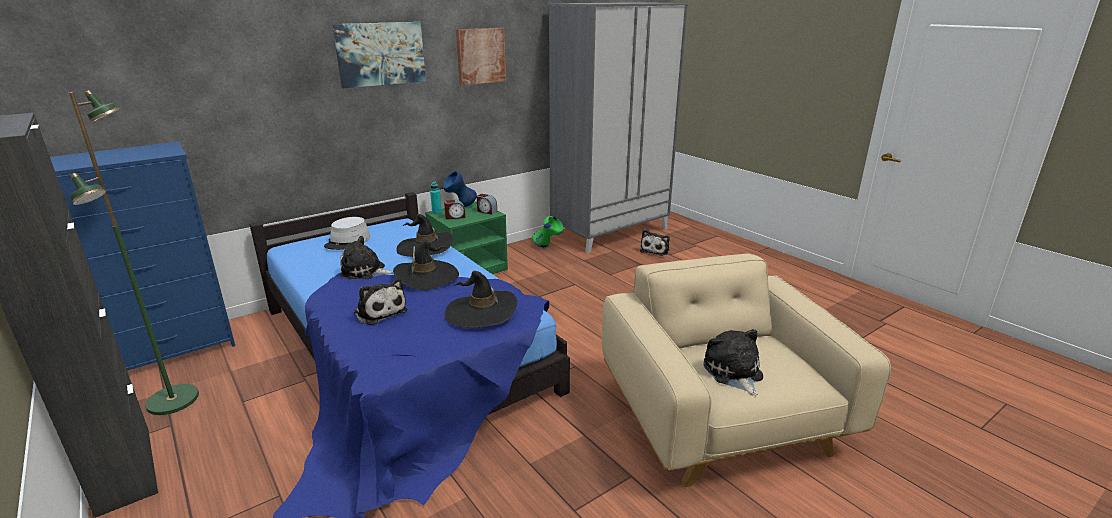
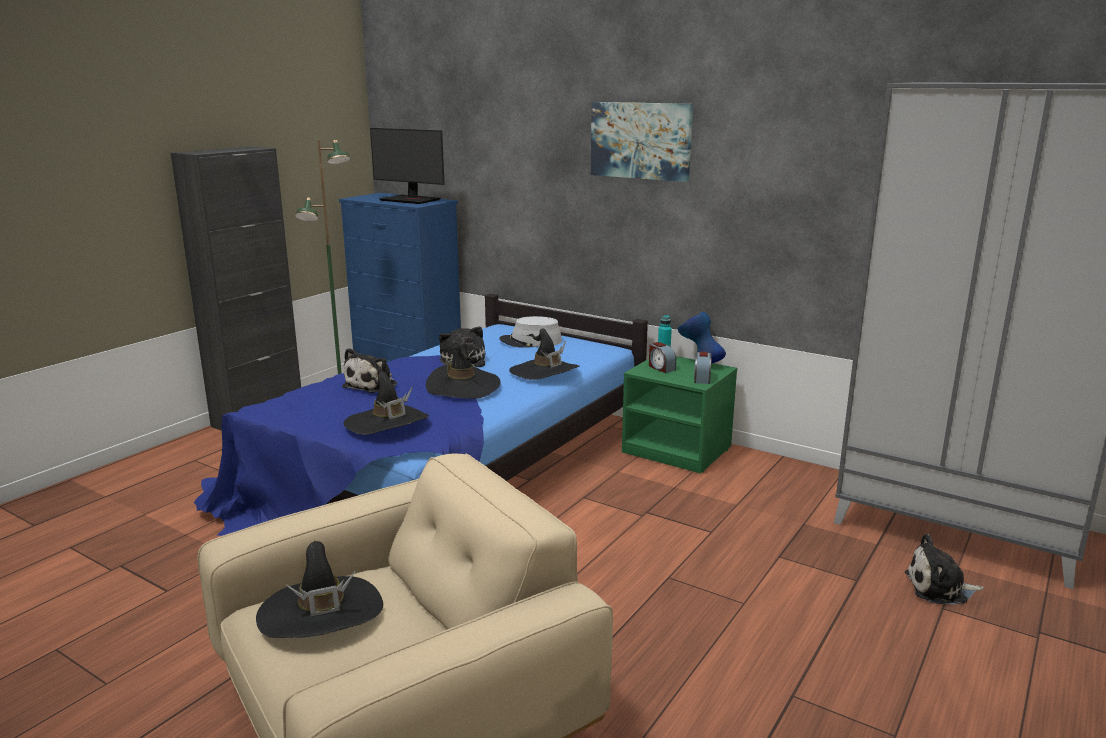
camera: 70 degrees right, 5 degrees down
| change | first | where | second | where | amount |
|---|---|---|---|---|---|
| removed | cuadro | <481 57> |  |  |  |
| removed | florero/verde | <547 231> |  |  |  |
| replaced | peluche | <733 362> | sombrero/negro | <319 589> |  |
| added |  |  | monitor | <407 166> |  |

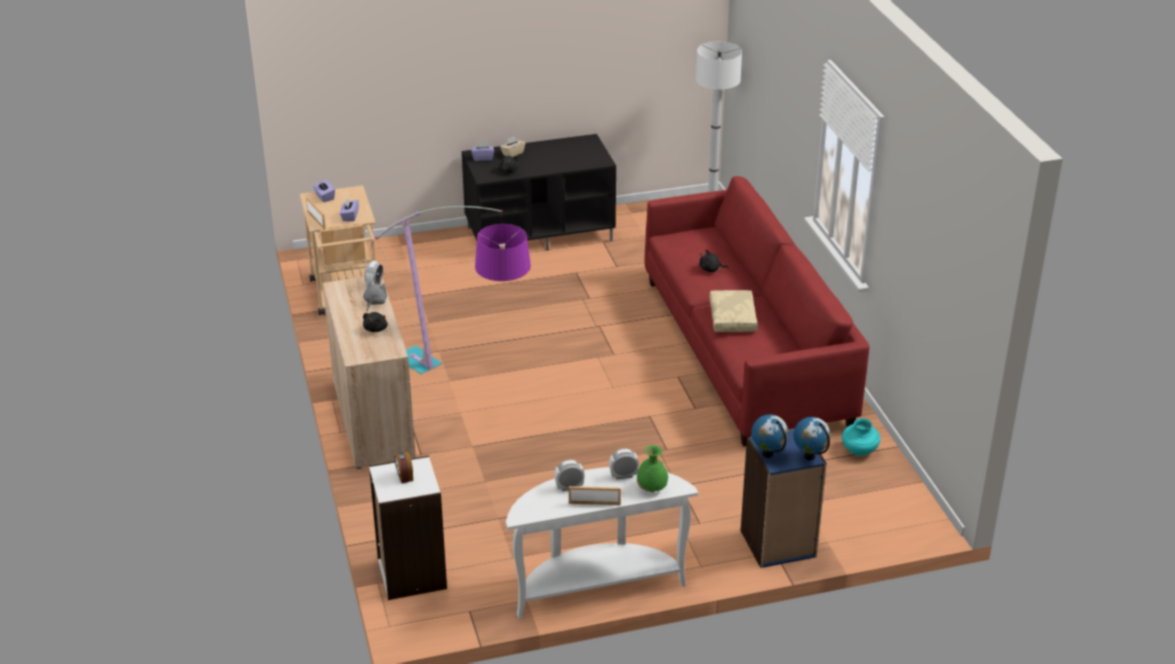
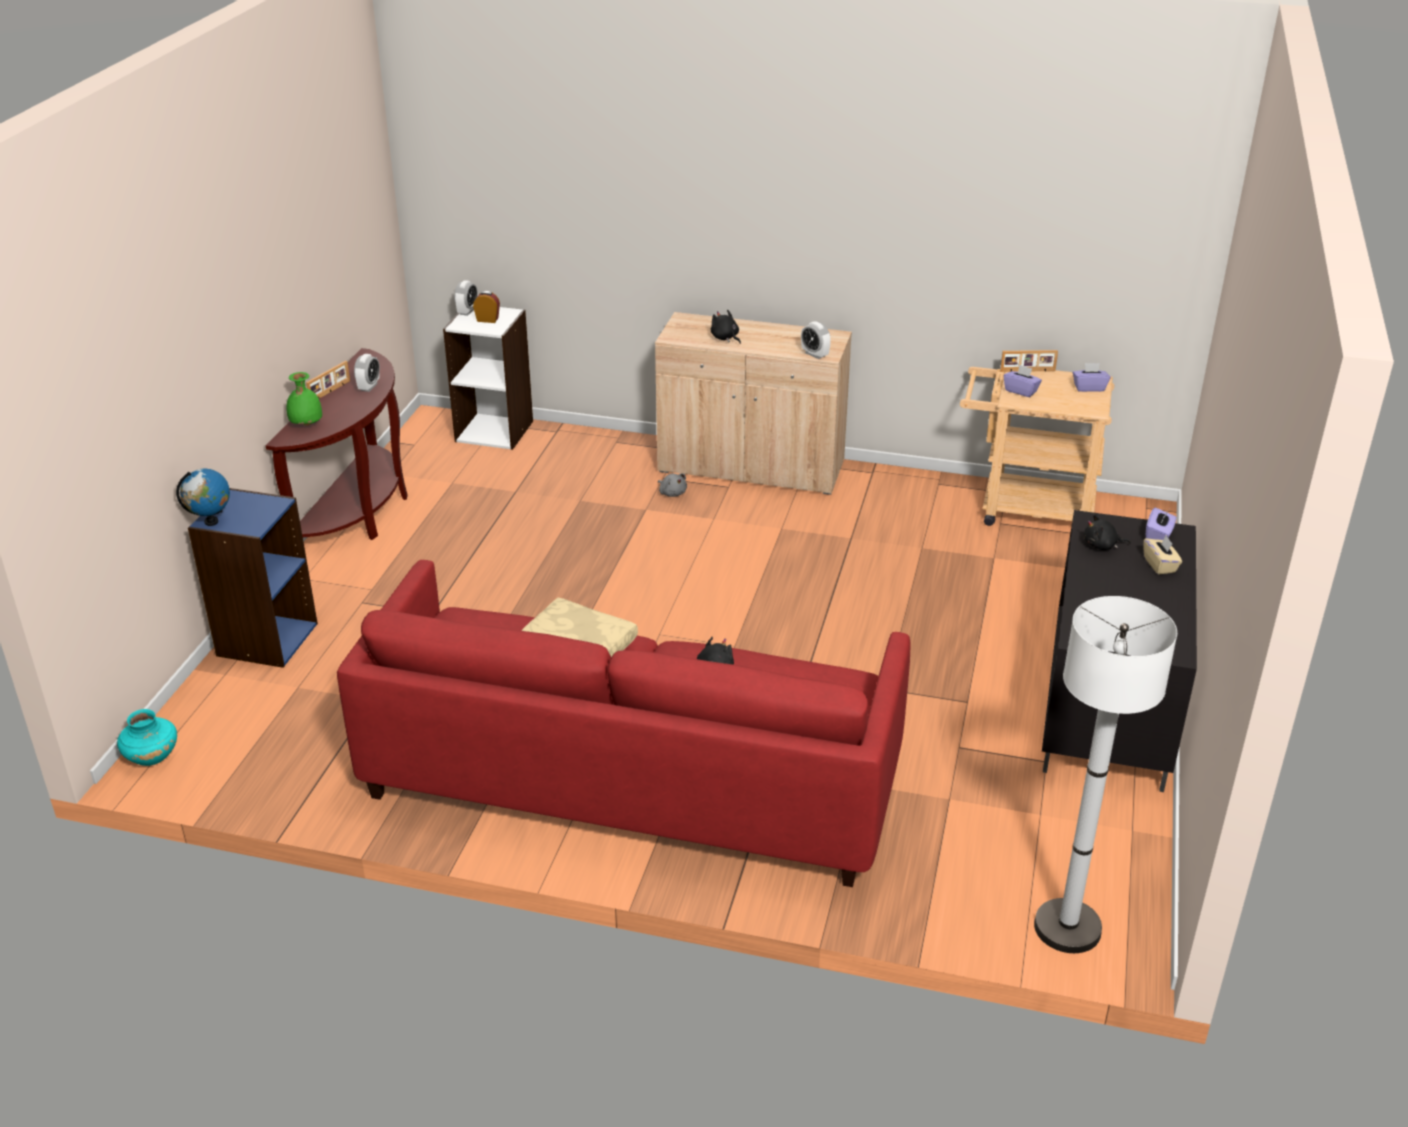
camera: 120 degrees right, 0 degrees up
| change | first | where | second | where | amount |
|---|---|---|---|---|---|
| moved | peluche/gris | <375 295> |  | <672 485> |  |
| removed | lámpara de pie | <453 290> |  |  |  |
| recoloured | mesa consola/blanco | <602 543> | mesa consola/marrón | <337 444> |  |
| moved | despertador | <624 463> |  | <466 298> |  |
| removed | globo terráqueo | <769 436> |  |  |  |
| moved | florero/turquesa | <861 437> |  | <147 737> |  |

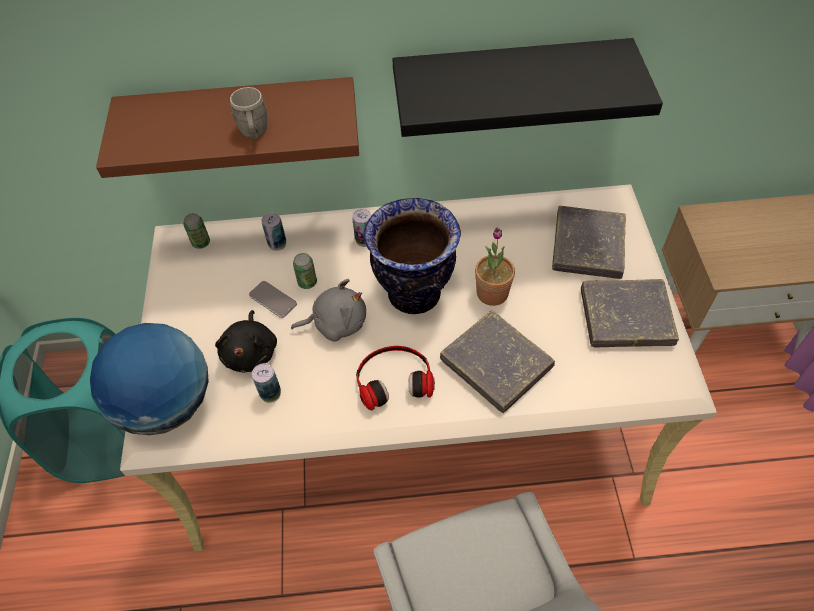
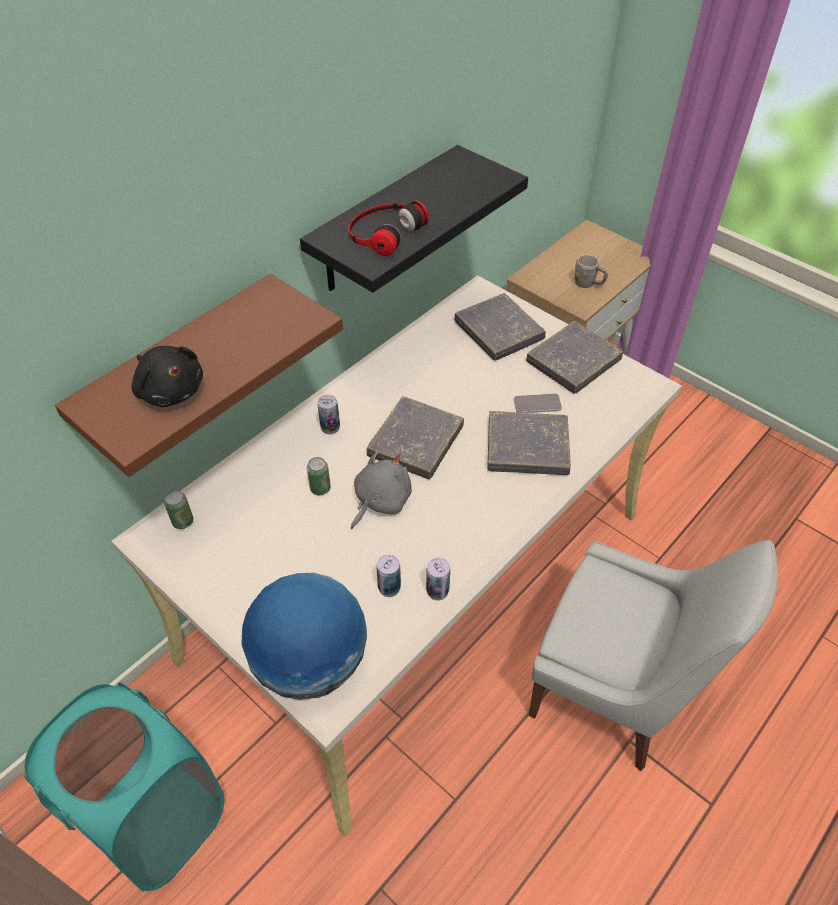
camera: 45 degrees left, 5 degrees down
| change | first | where | second | where | amount |
|---|---|---|---|---|---|
| moved | peluche/negro | <246 341> |  | <167 376> |  |
| moved | taza grande/gris | <248 113> |  | <591 271> |  |
| moved | móvil | <273 299> |  | <538 403> |  |
| moved | lata | <274 232> |  | <438 579> |  |
| moved | auriculares | <395 378> |  | <388 228> |  |
| replaced | florero | <412 256> | libro/gris | <415 437> |  |
| removed | planta en maceta | <495 266> |  |  |  |

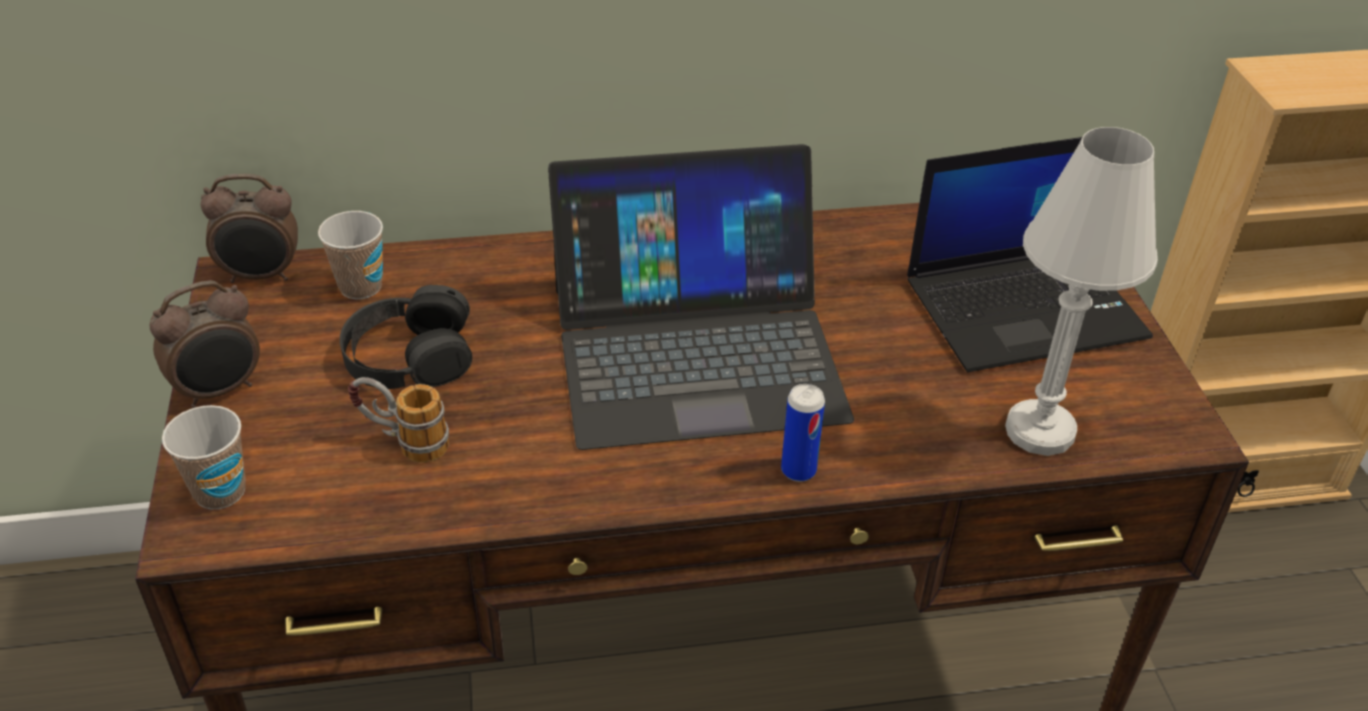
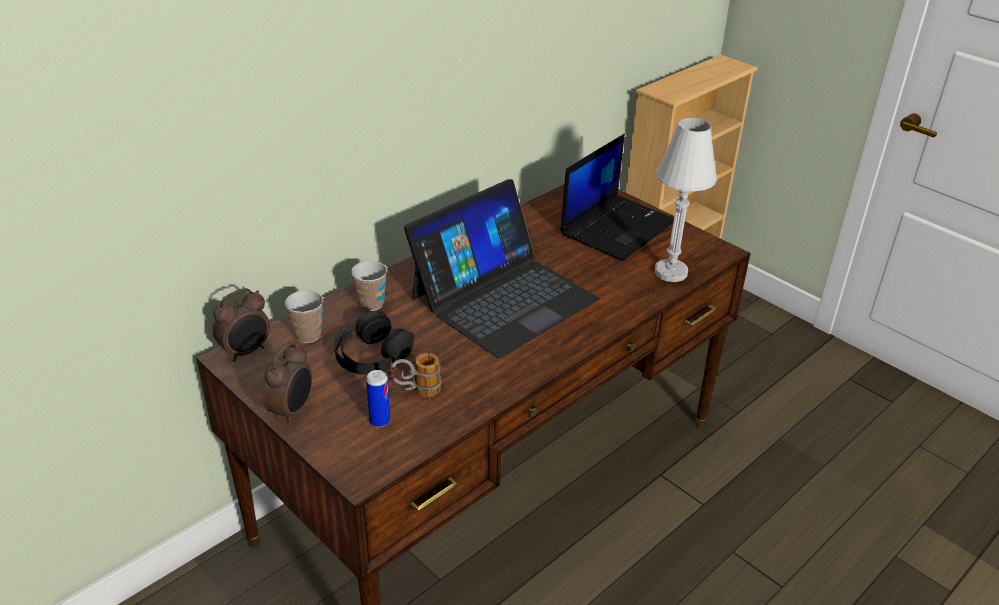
camera: 35 degrees left, 5 degrees down
| change | first | where | second | where | amount |
|---|---|---|---|---|---|
| moved | taza | <204 457> |  | <369 286> |  |
| moved | lata | <803 433> |  | <378 399> |  |

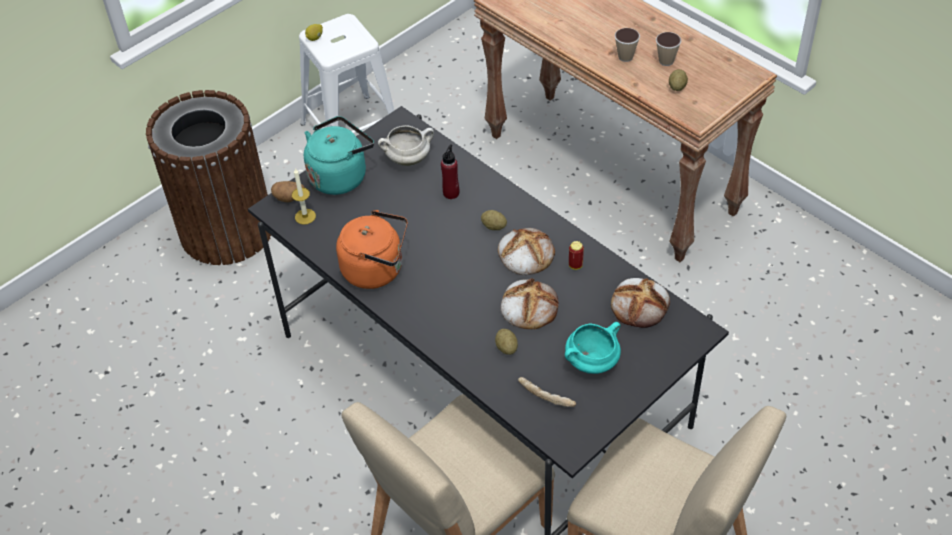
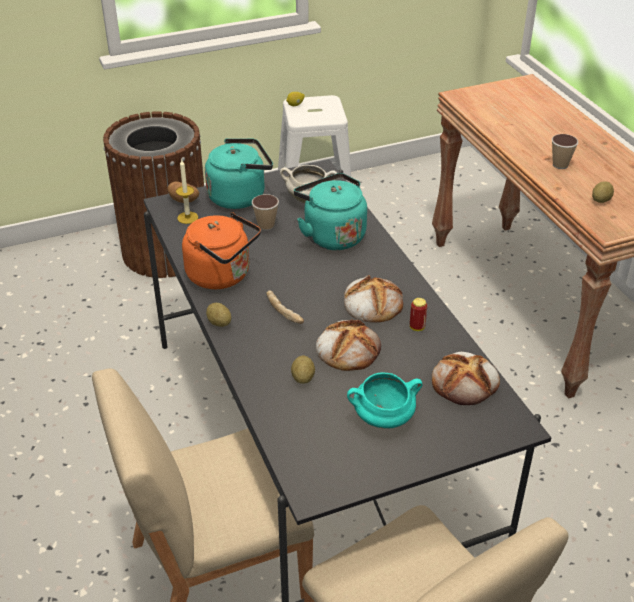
camera: 20 degrees right, 10 degrees down
| change | first | where | second | where | amount |
|---|---|---|---|---|---|
| replaced | botella/rojo | <450 171> | hervidor/turquesa | <330 211> |  |
| moved | patata | <494 220> |  | <218 315> |  |
| moved | pan | <547 392> |  | <285 307> |  |
| moved | taza | <668 49> |  | <265 212> |  |

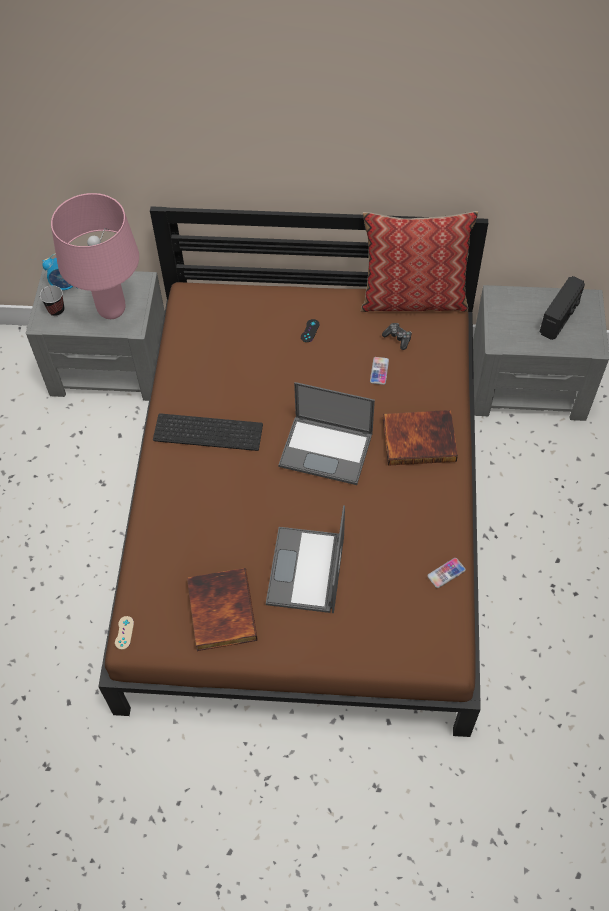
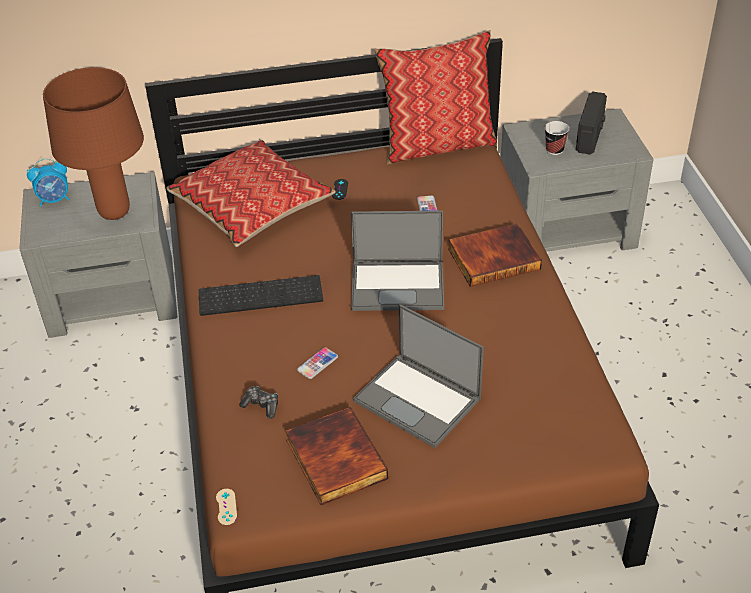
camera: 15 degrees left, 15 degrees down
| change | first | where | second | where | amount |
|---|---|---|---|---|---|
| moved | taza | <52 301> |  | <557 138> |  |
| recoloured | lámpara de mesa/rosa | <95 256> | lámpara de mesa/marrón | <93 143> |  |
| turned | portátil | <305 559> |  | <418 376> | 45 degrees counterclockwise |
| moved | mando de consola | <397 336> |  | <258 402> |  |
| moved | móvil | <446 573> |  | <317 363> |  |
| added |  |  | cojín | <251 193> |  |

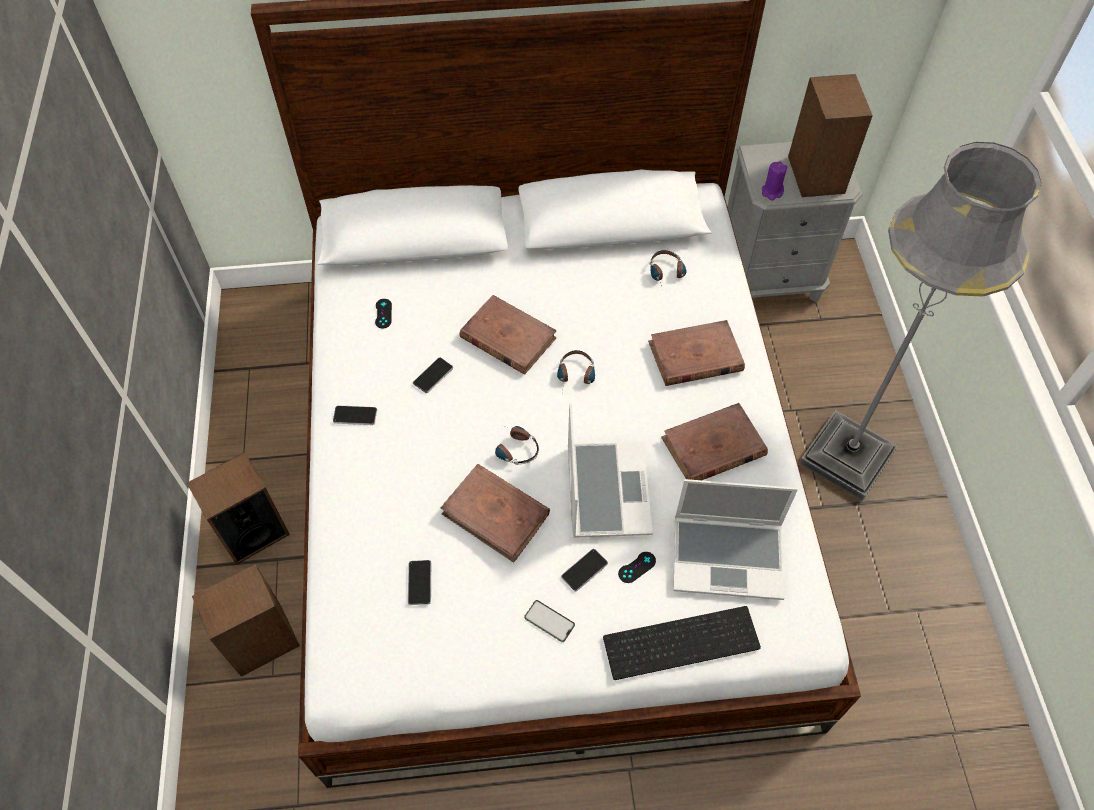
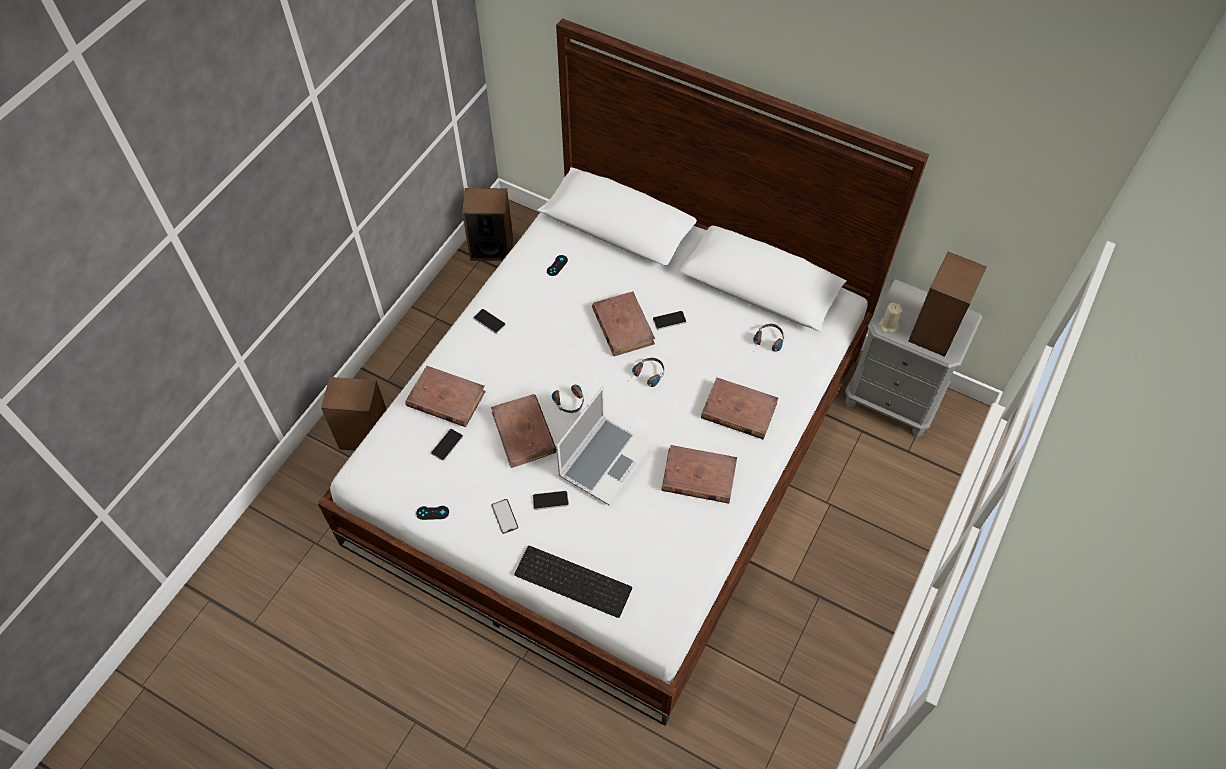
camera: 35 degrees right, 0 degrees up
| change | first | where | second | where | amount |
|---|---|---|---|---|---|
| moved | altavoz | <238 508> |  | <487 224> |  |
| moved | móvil | <433 375> |  | <670 320> |  |
| moved | mando de consola/negro | <637 567> |  | <432 513> |  |
| removed | portátil | <735 539> |  |  |  |
| recoloured | vela/morado | <774 181> | vela/beis | <891 318> |  |
| removed | lámpara de pie/gris | <920 321> |  |  |  |
| added |  |  | libro/marrón | <446 396> |  |

